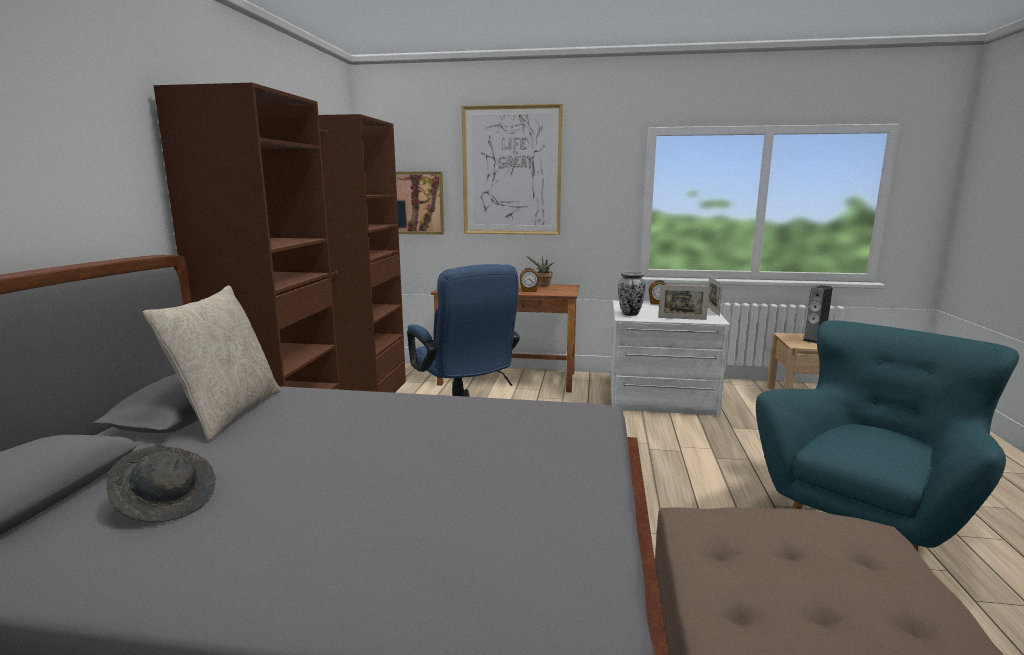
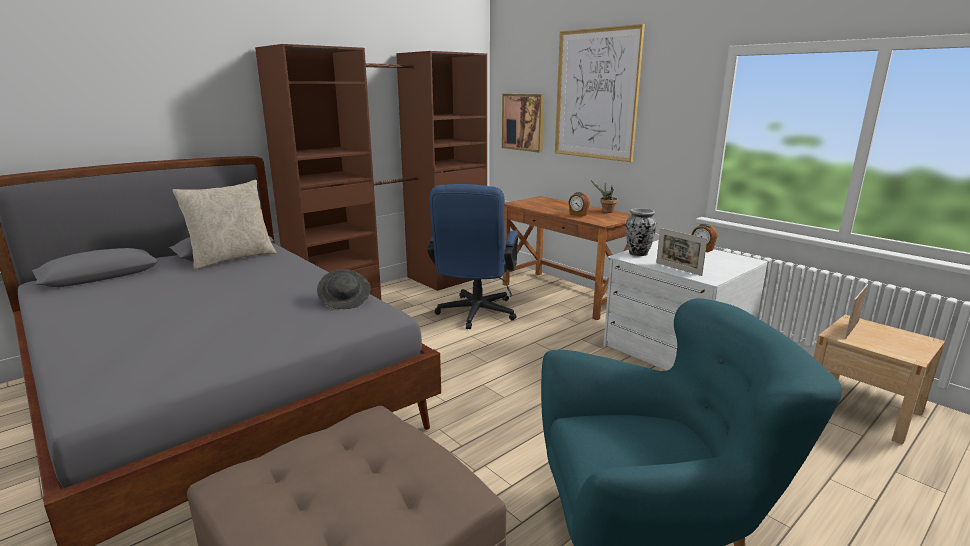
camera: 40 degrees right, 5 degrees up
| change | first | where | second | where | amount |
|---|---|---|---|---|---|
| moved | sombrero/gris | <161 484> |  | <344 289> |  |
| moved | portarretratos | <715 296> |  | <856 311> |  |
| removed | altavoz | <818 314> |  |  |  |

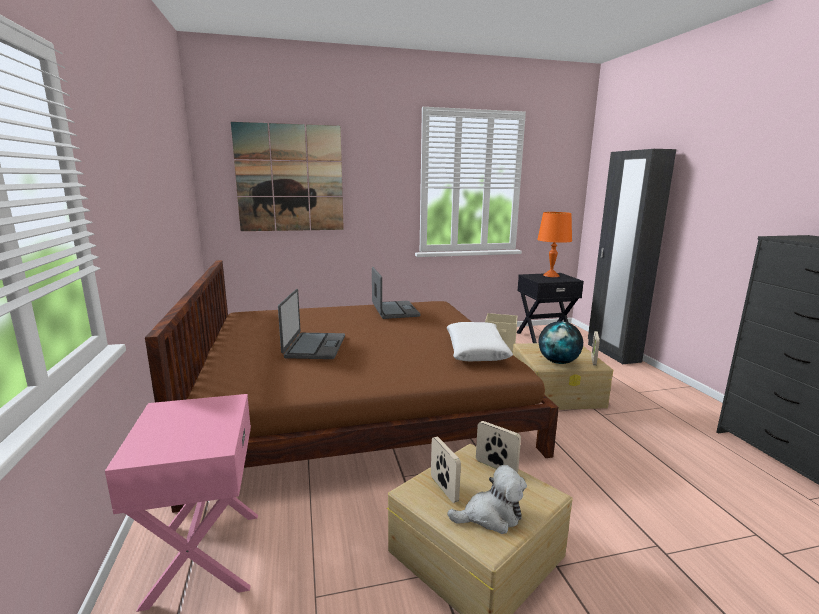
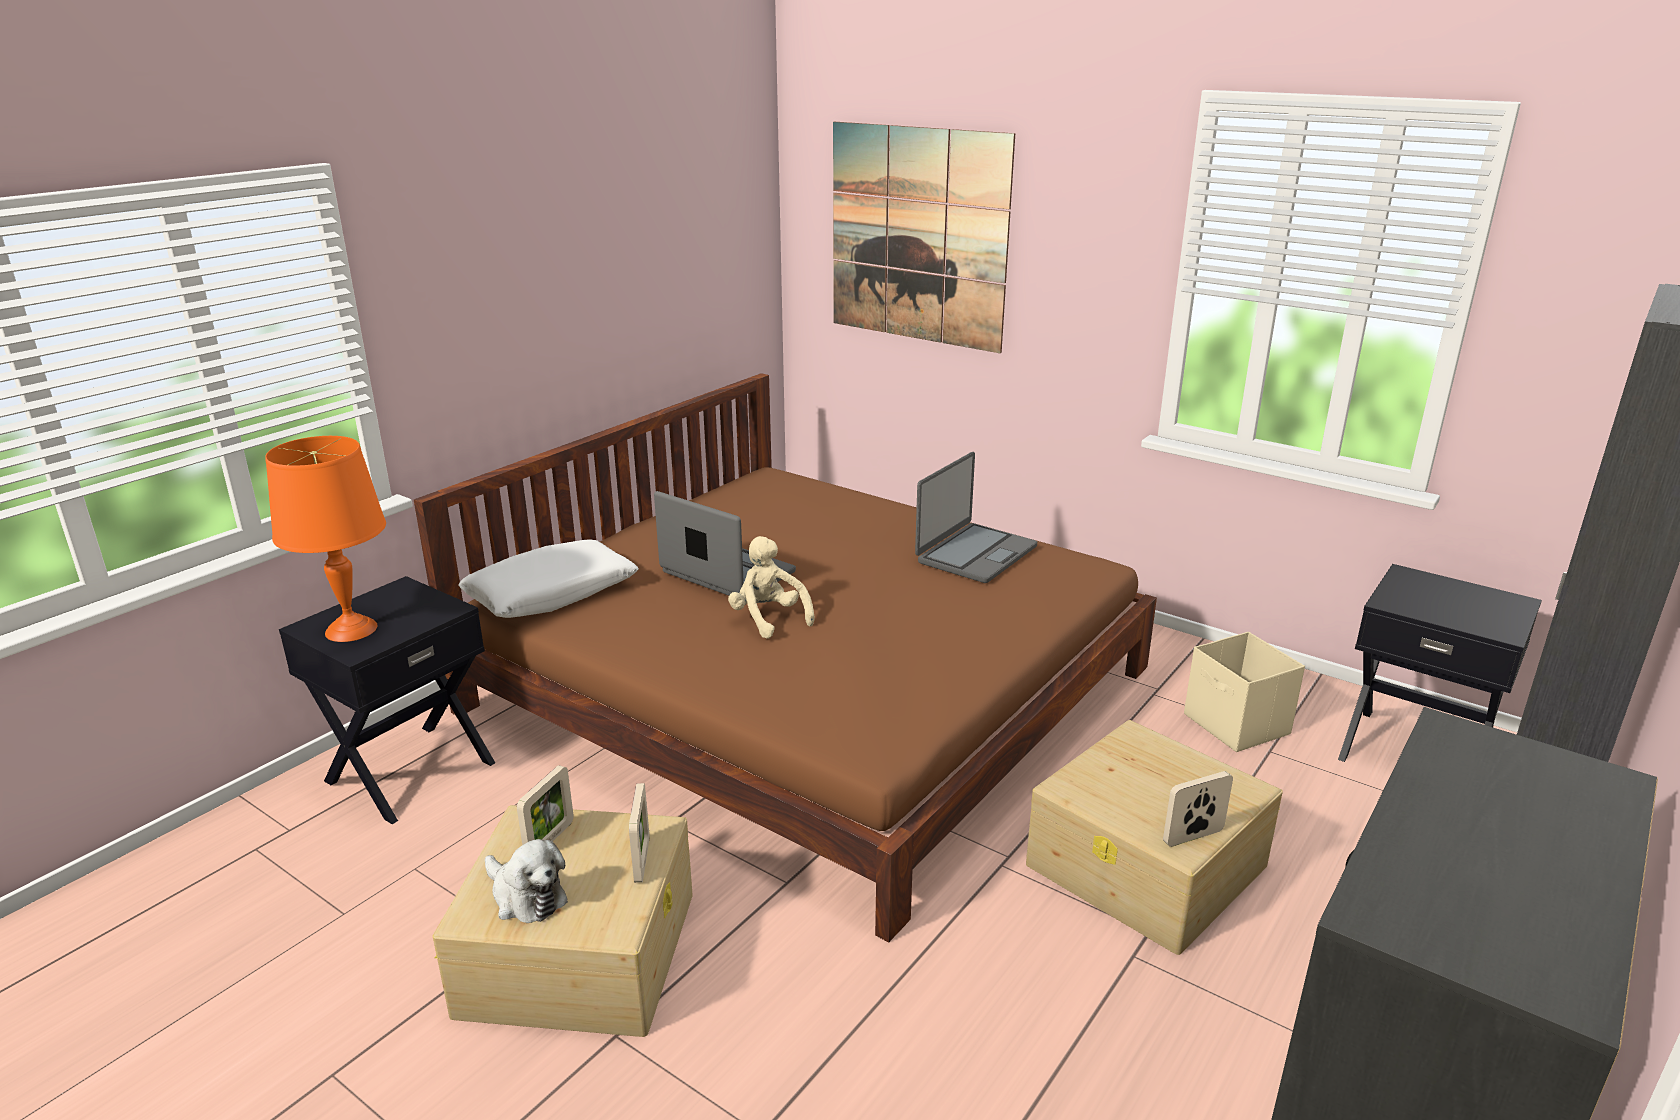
camera: 50 degrees right, 10 degrees up
| change | first | where | second | where | amount |
|---|---|---|---|---|---|
| recoloured | mesita de noche/rosa | <181 503> | mesita de noche/negro | <387 700> |  |
| turned | portátil | <311 324> |  | <725 543> | 105 degrees counterclockwise |
| moved | cojín/blanco | <479 341> |  | <548 578> |  |
| moved | lámpara de mesa/naranja | <554 244> |  | <325 539> |  |
| removed | globo terráqueo | <561 342> |  |  |  |
| added |  |  | peluche/beis | <771 587> |  |

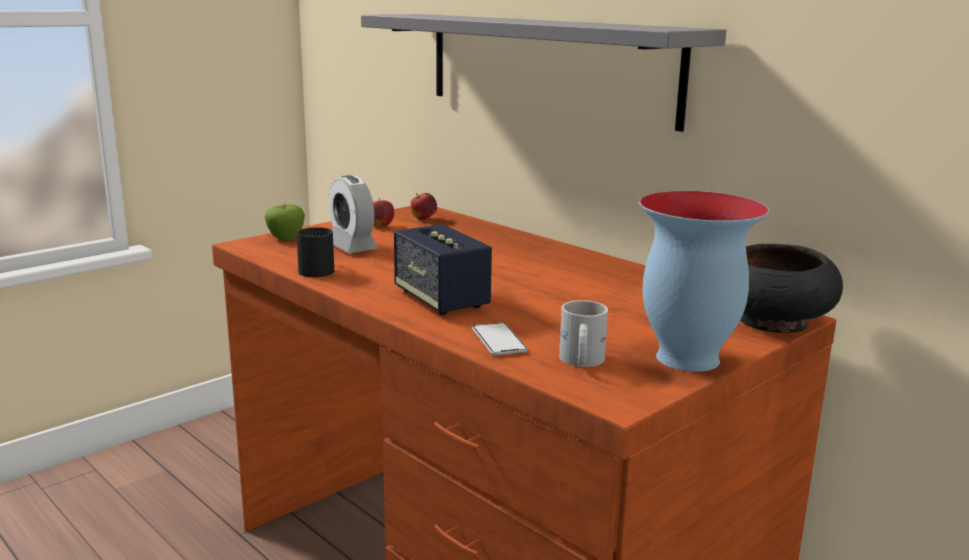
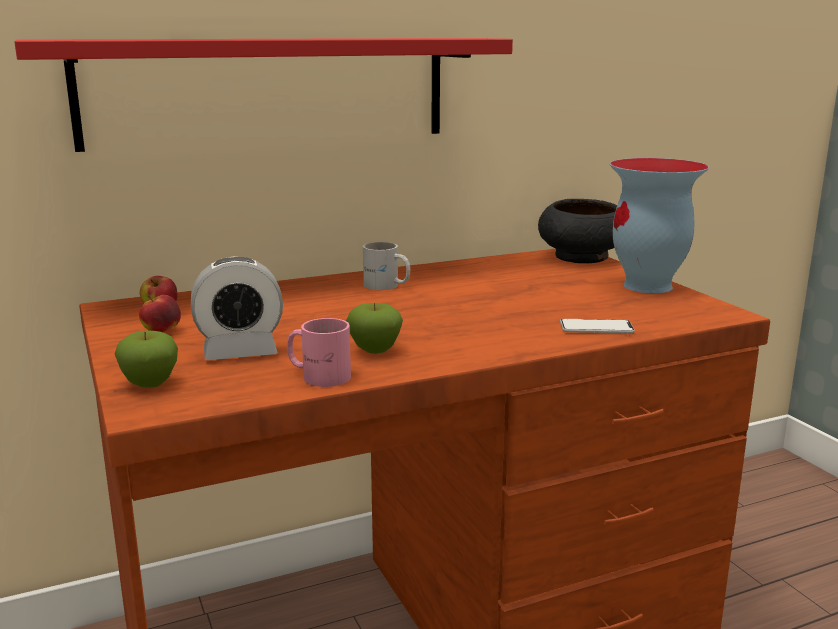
camera: 70 degrees left, 0 degrees up
| change | first | where | second | where | amount |
|---|---|---|---|---|---|
| recoloured | taza grande/negro | <315 252> | taza grande/rosa | <319 352> |  |
| recoloured | estante/gris | <543 73> | estante/rojo | <263 95> |  |
| removed | altavoz | <443 269> |  |  |  |
| moved | taza grande/blanco | <583 333> |  | <386 266> |  |
| added |  |  | manzana | <374 328> |  |

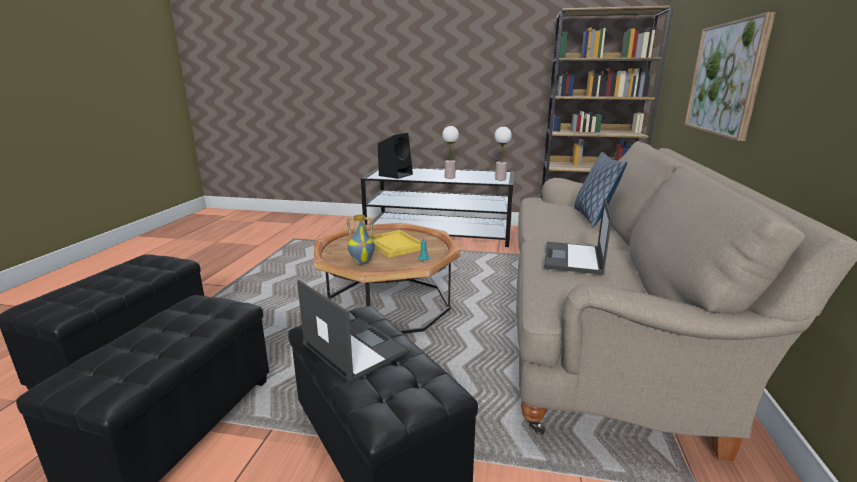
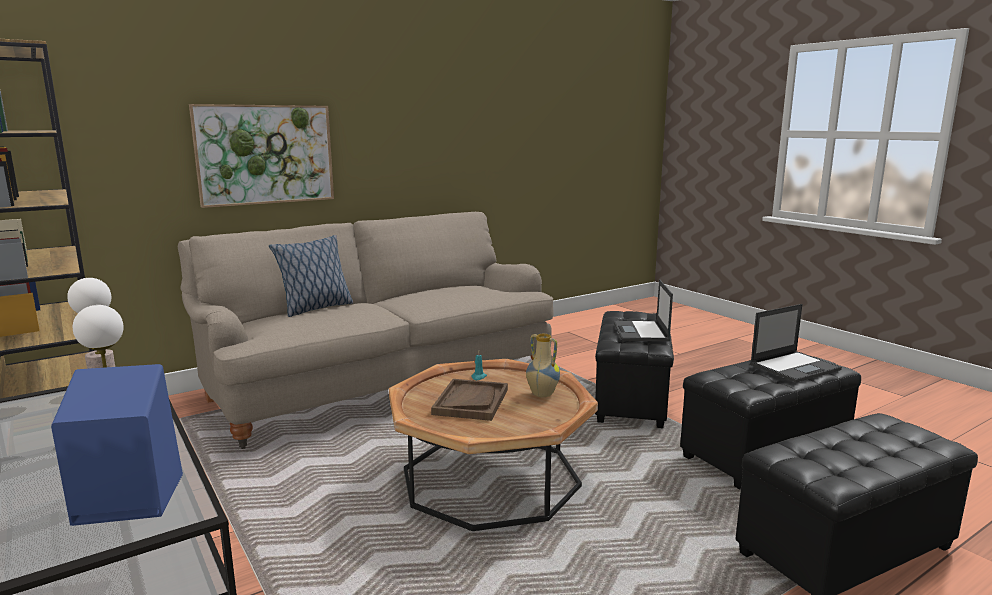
camera: 135 degrees left, 5 degrees down
| change | first | where | second | where | amount |
|---|---|---|---|---|---|
| recoloured | bandeja/amarillo | <396 244> | bandeja/marrón | <469 400> |  |
| recoloured | altavoz/negro | <395 156> | altavoz/azul | <117 445> |  |
| moved | portátil | <578 236> |  | <796 343> |  |

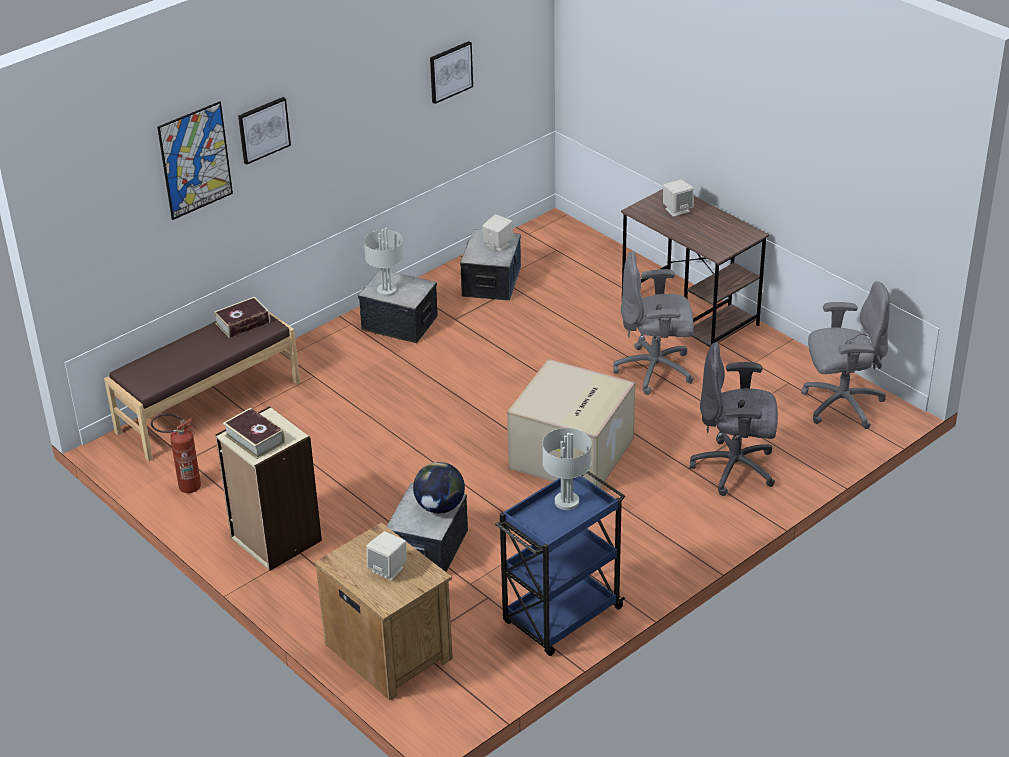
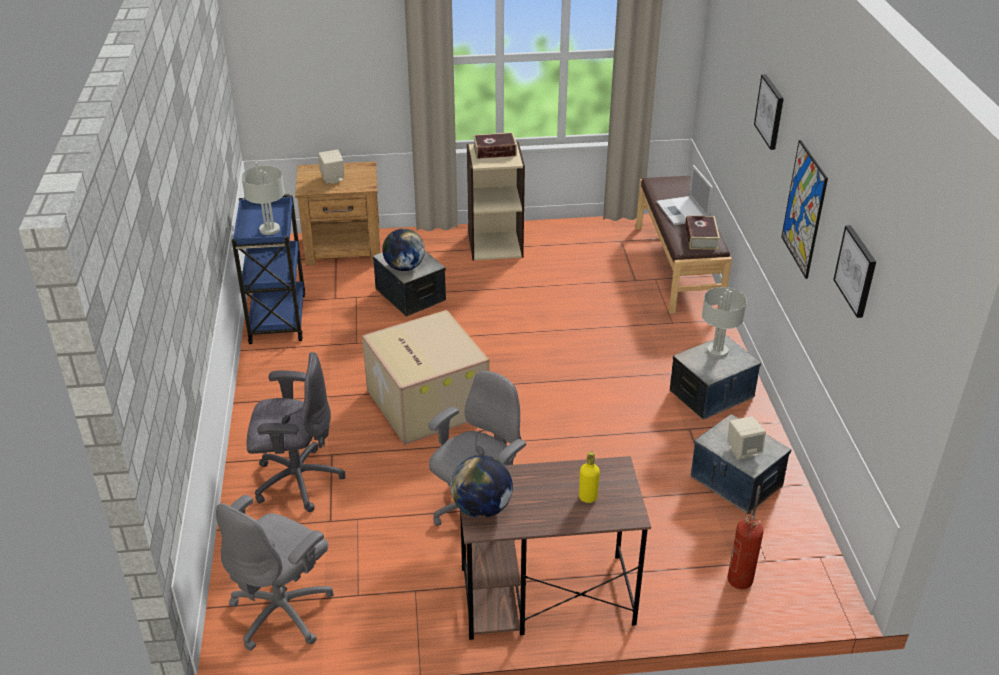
camera: 125 degrees right, 0 degrees up
| change | first | where | second | where | amount |
|---|---|---|---|---|---|
| moved | extintor | <176 453> |  | <745 537> |  |
| moved | cuadro | <195 160> |  | <804 209> |  |
| replaced | altavoz/beis | <678 198> | botella/amarillo | <589 477> |  |
| turned | silla de oficina/gris | <734 419> |  | <296 432> | 45 degrees clockwise |
| added |  |  | globo terráqueo | <481 486> |  |
| added |  |  | portátil | <685 195> |  |

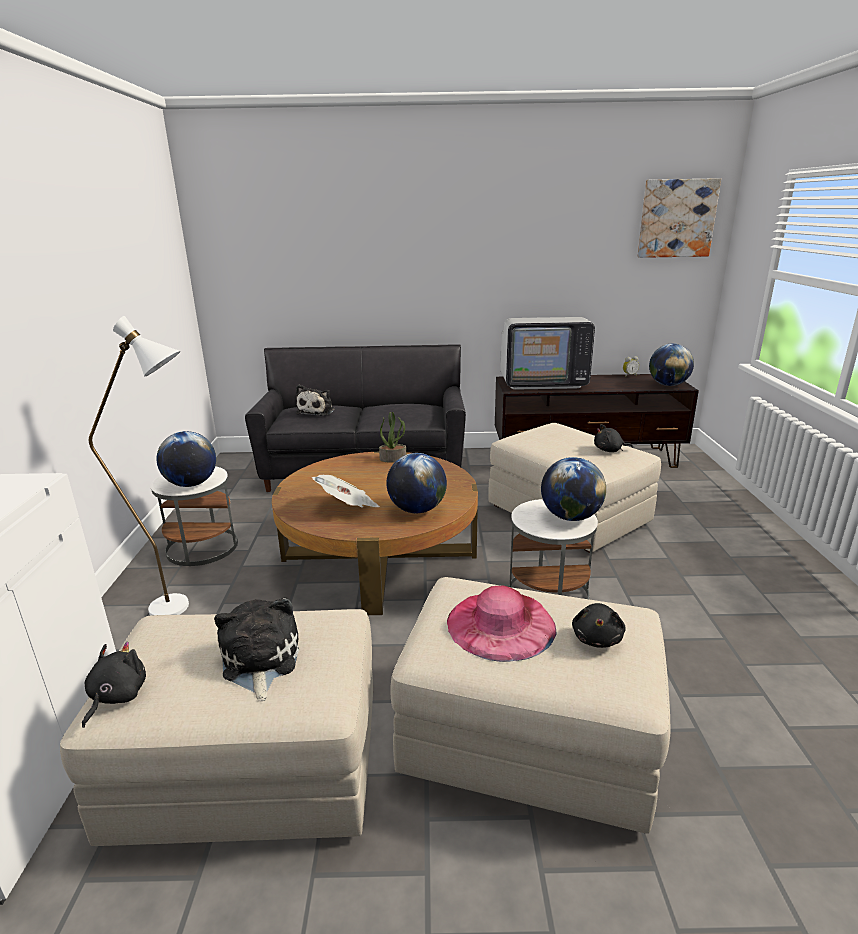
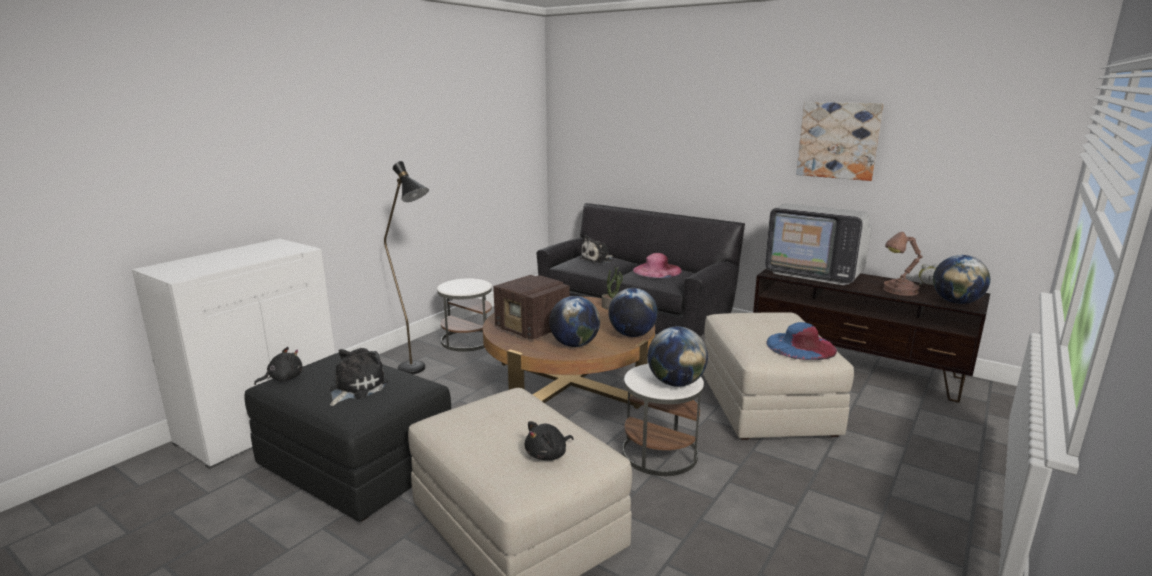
camera: 35 degrees right, 5 degrees down
| change | first | where | second | where | amount |
|---|---|---|---|---|---|
| recoloured | puf/beis | <216 727> | puf/negro | <348 436> |  |
| recoloured | lámpara de pie/blanco | <139 465> | lámpara de pie/negro | <406 267> |  |
| moved | globo terráqueo | <186 459> |  | <633 312> |  |
| replaced | periódico | <346 491> | radio | <531 307> |  |
| moved | sombrero/rosa | <501 624> |  | <657 265> |  |
| replaced | peluche/negro | <613 438> | sombrero/azul | <802 341> |  |
| moved | cuadro | <679 218> |  | <840 141> |  |
| added |  |  | lámpara de mesa/marrón | <903 264> |  |

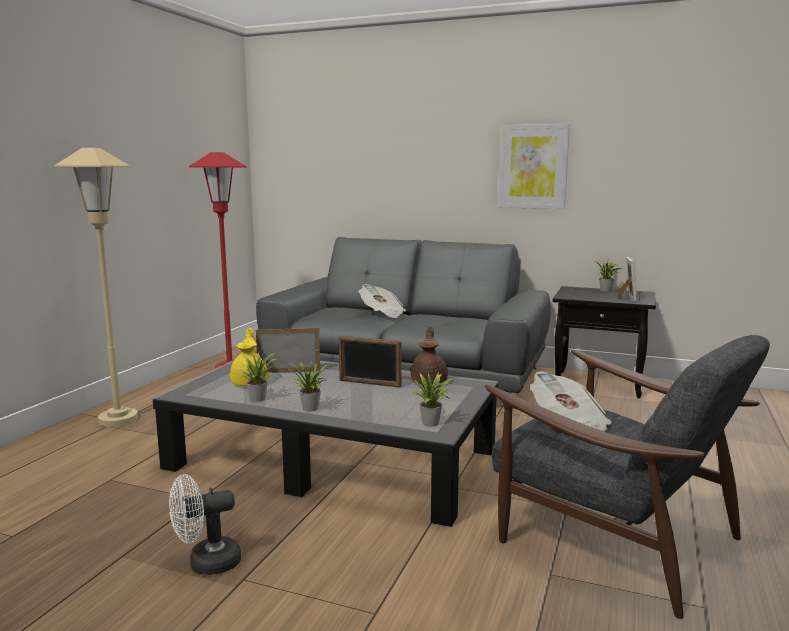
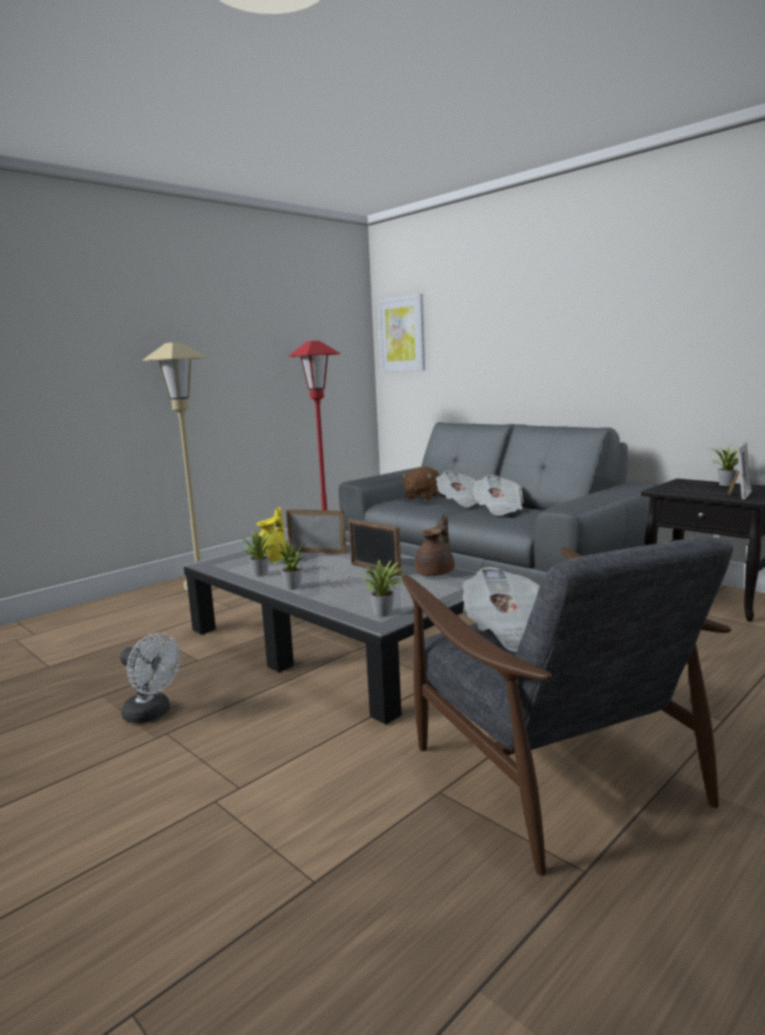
camera: 25 degrees right, 0 degrees up
| change | first | where | second | where | amount |
|---|---|---|---|---|---|
| turned | ventilador/blanco | <205 524> |  | <150 677> | 150 degrees counterclockwise |
| moved | cuadro | <534 166> |  | <401 333> |  |
| added |  |  | peluche/marrón | <420 483> |  |
| added |  |  | periódico | <498 495> |  |

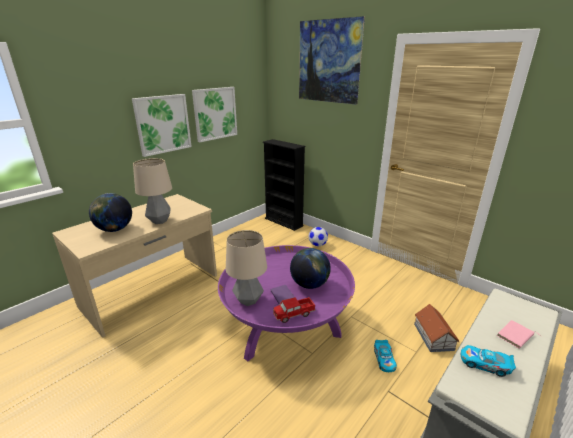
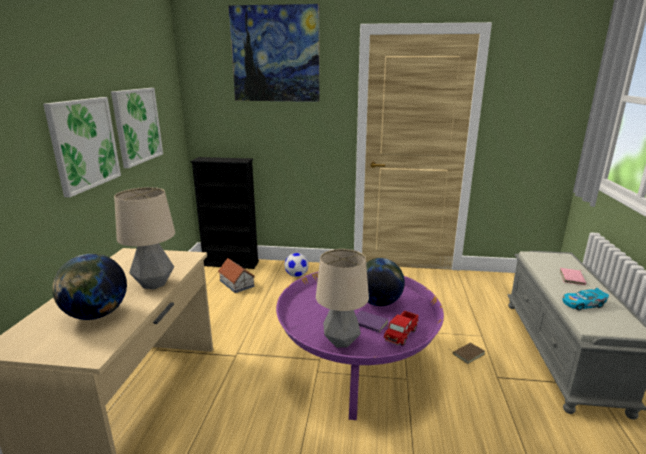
camera: 35 degrees left, 5 degrees down
| change | first | where | second | where | amount |
|---|---|---|---|---|---|
| replaced | coche de juguete | <385 356> | libro/marrón | <469 353> |  |
| moved | casita | <436 328> |  | <236 275> |  |

